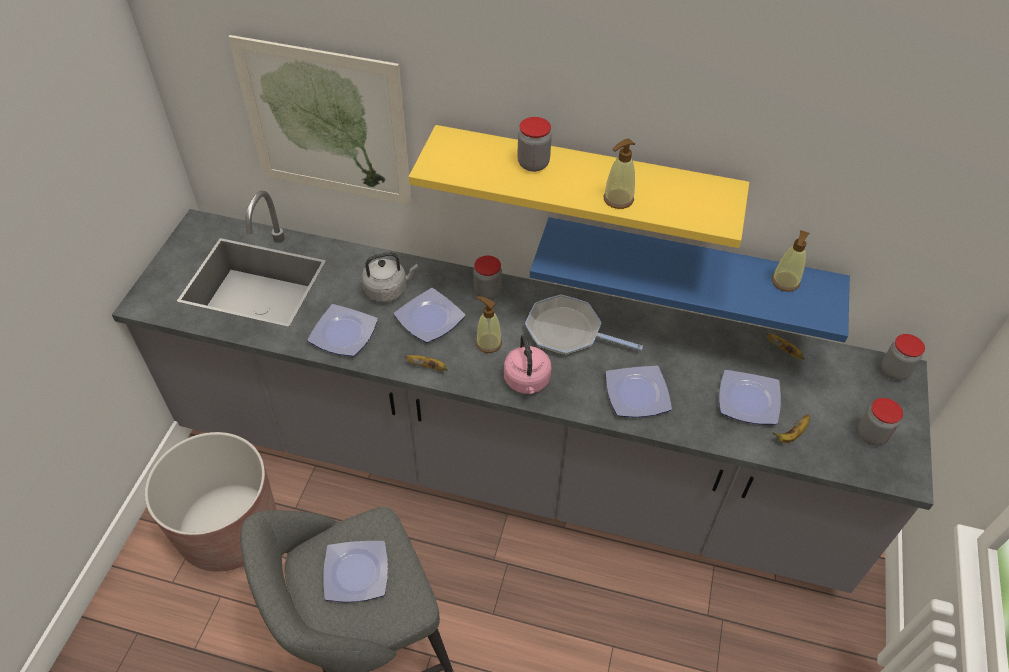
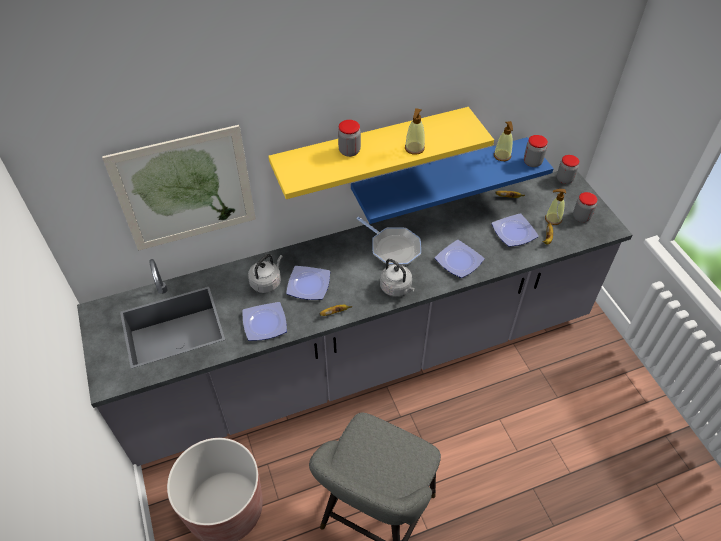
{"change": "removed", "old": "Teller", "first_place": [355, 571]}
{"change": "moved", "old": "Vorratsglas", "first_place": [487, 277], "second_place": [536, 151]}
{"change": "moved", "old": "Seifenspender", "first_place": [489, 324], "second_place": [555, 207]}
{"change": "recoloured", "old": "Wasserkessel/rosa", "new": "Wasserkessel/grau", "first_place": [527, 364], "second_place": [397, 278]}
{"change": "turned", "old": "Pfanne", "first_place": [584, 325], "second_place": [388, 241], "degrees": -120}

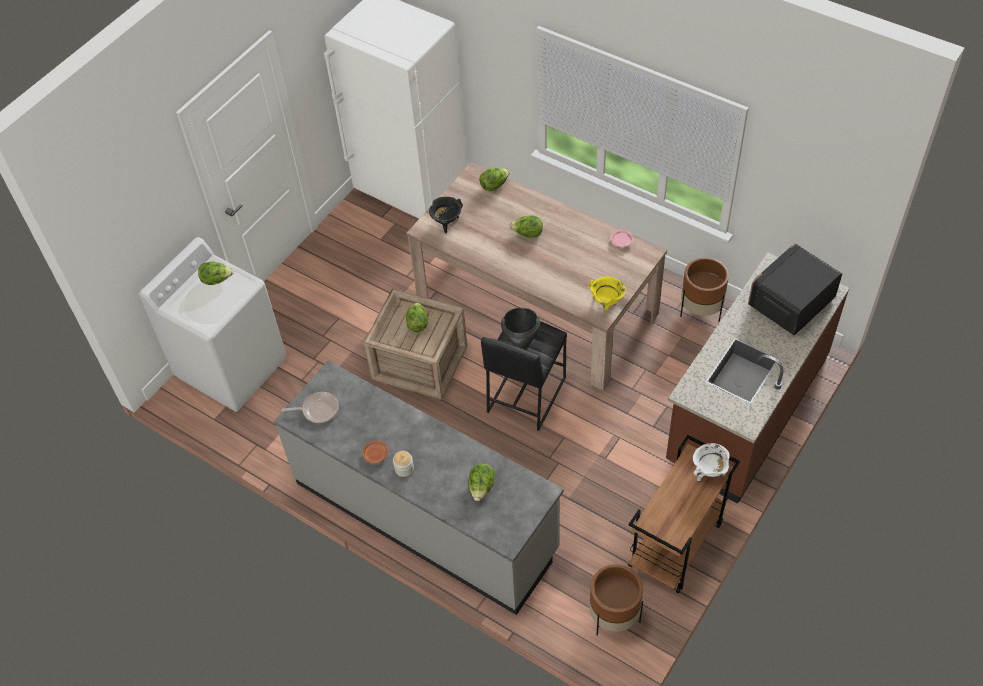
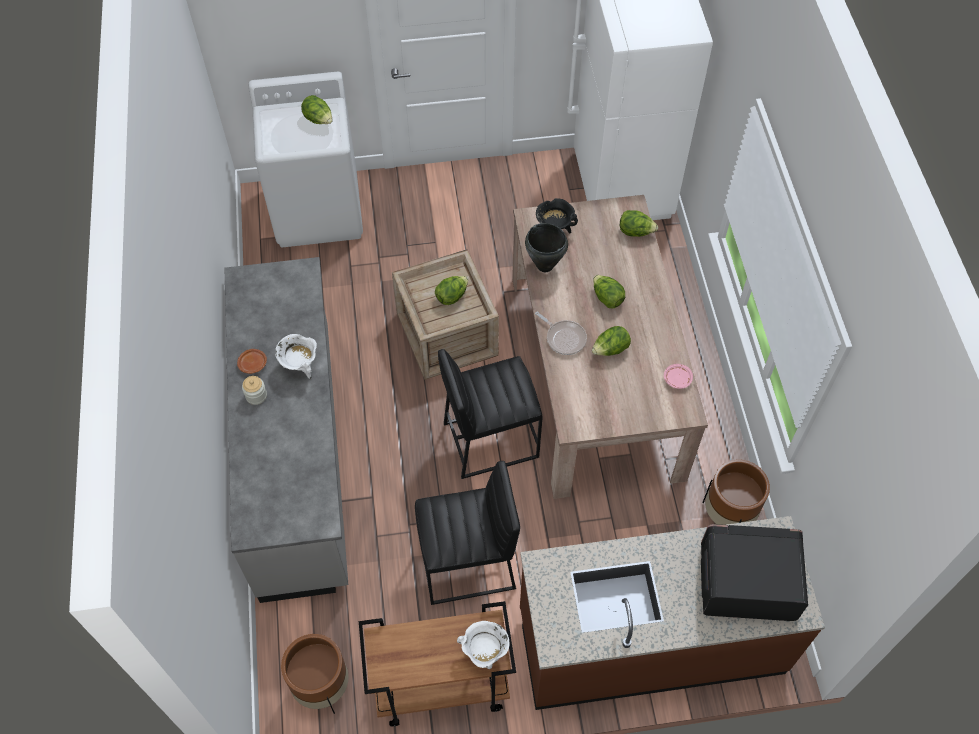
{"change": "moved", "old": "Pfanne", "first_place": [310, 407], "second_place": [561, 333]}
{"change": "moved", "old": "Salatkopf", "first_place": [481, 482], "second_place": [611, 341]}
{"change": "moved", "old": "Kochtopf/schwarz", "first_place": [520, 328], "second_place": [546, 247]}
{"change": "removed", "old": "Kochtopf/gelb", "first_place": [607, 293]}
{"change": "added", "new": "Kochtopf/weiß", "second_place": [296, 356]}
{"change": "added", "new": "Hocker/schwarz", "second_place": [467, 533]}

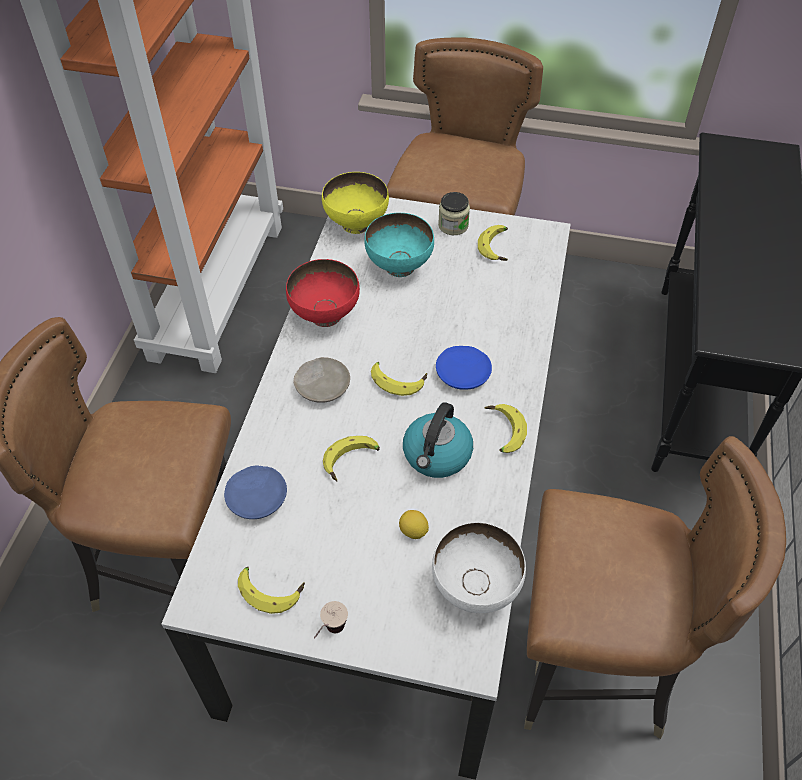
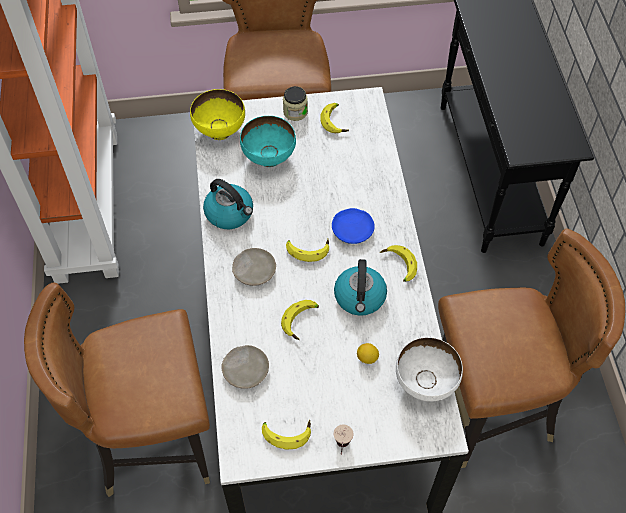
{"change": "recoloured", "old": "Teller/blau", "new": "Teller/beige", "first_place": [255, 492], "second_place": [245, 367]}
{"change": "replaced", "old": "Schüssel/rot", "new": "Wasserkessel", "first_place": [323, 293], "second_place": [228, 204]}

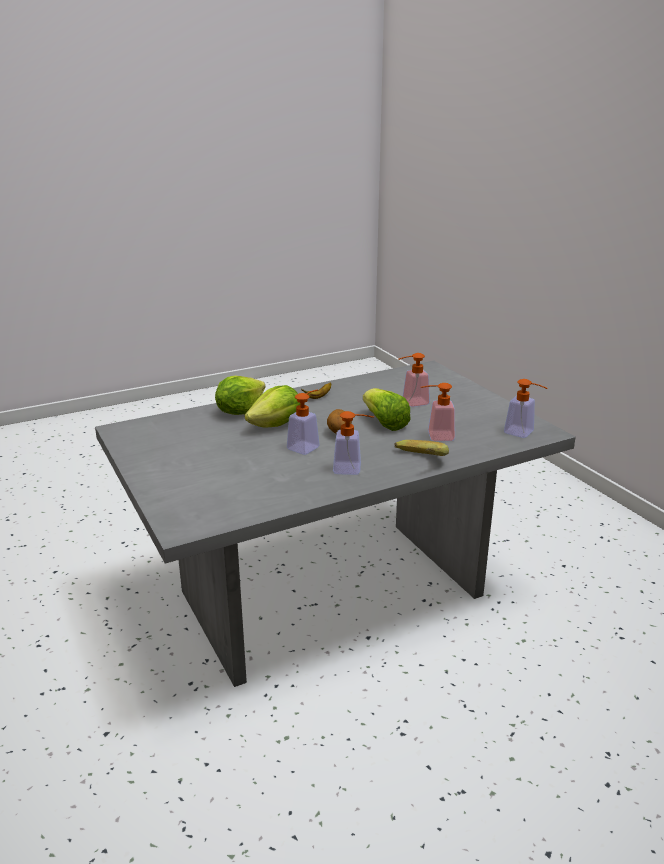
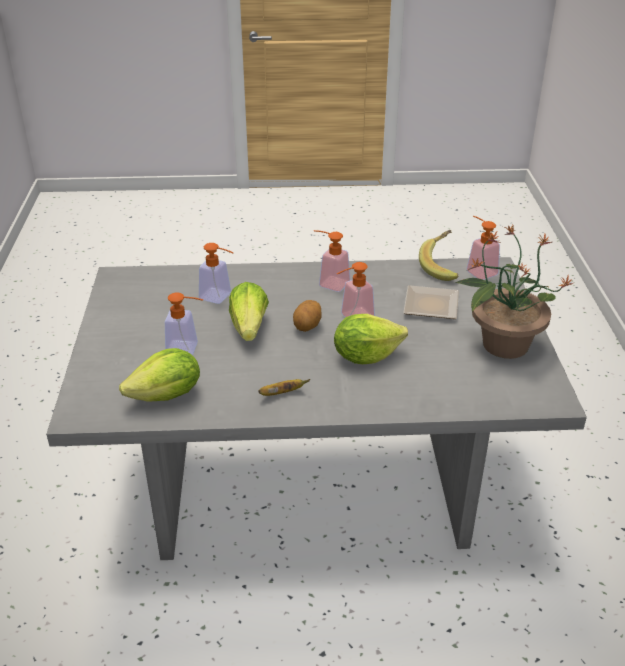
{"change": "moved", "old": "Salatkopf", "first_place": [240, 395], "second_place": [159, 375]}
{"change": "moved", "old": "Banane", "first_place": [421, 448], "second_place": [439, 255]}
{"change": "moved", "old": "Seifenspender", "first_place": [526, 408], "second_place": [483, 248]}
{"change": "added", "new": "Teller", "second_place": [431, 302]}
{"change": "added", "new": "Topfpflanze", "second_place": [514, 291]}

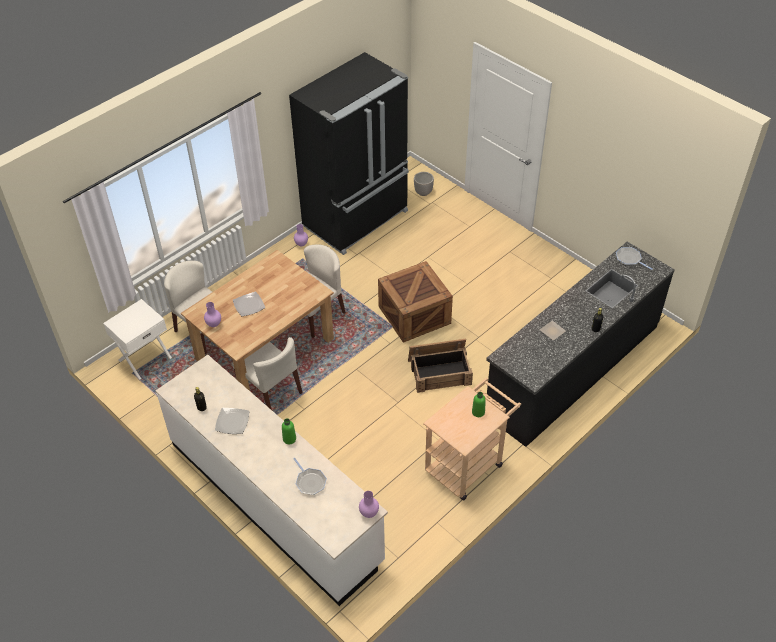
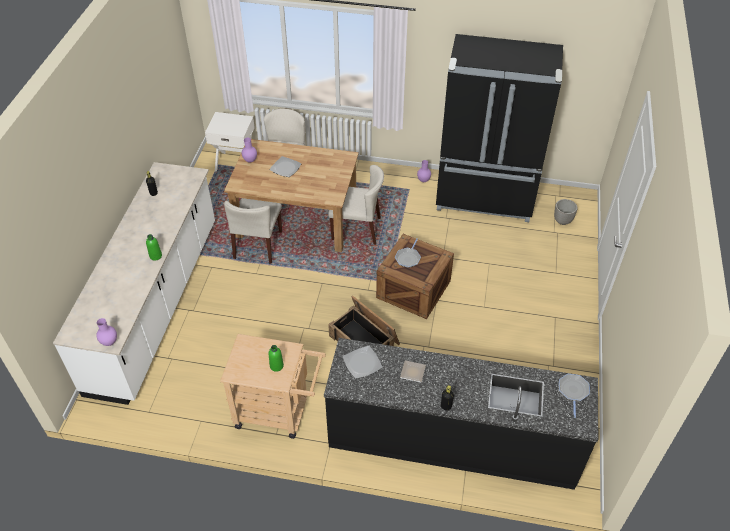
{"change": "moved", "old": "Teller", "first_place": [232, 421], "second_place": [362, 362]}
{"change": "moved", "old": "Pfanne", "first_place": [310, 476], "second_place": [408, 253]}

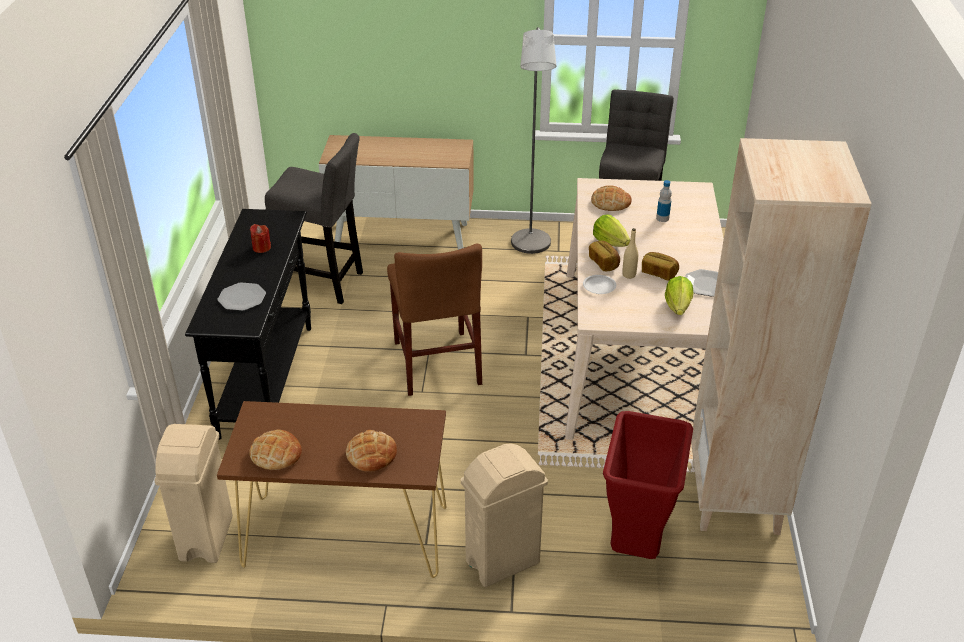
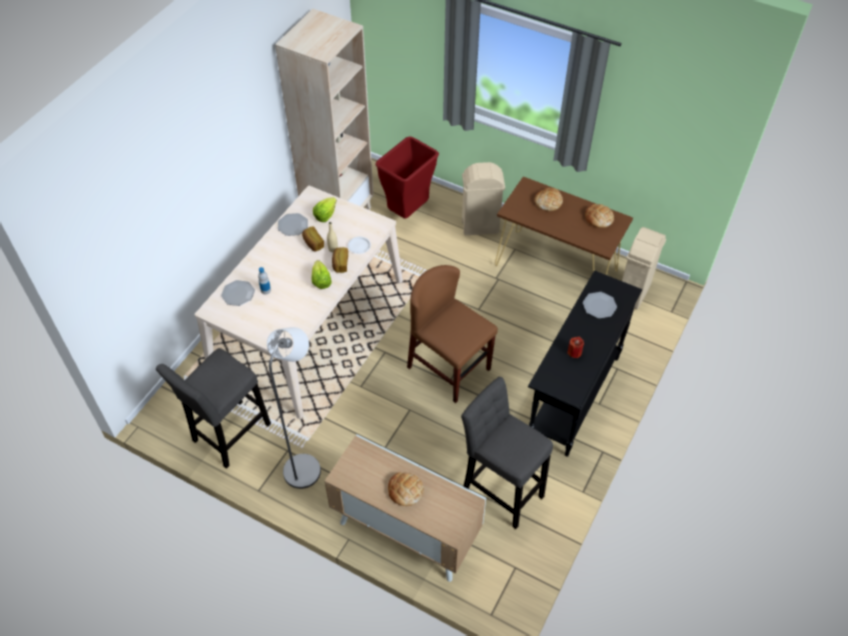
{"change": "turned", "old": "Stuhl/braun", "first_place": [434, 320], "second_place": [452, 334], "degrees": -60}
{"change": "moved", "old": "Brot", "first_place": [611, 198], "second_place": [406, 489]}
{"change": "added", "new": "Teller", "second_place": [238, 293]}

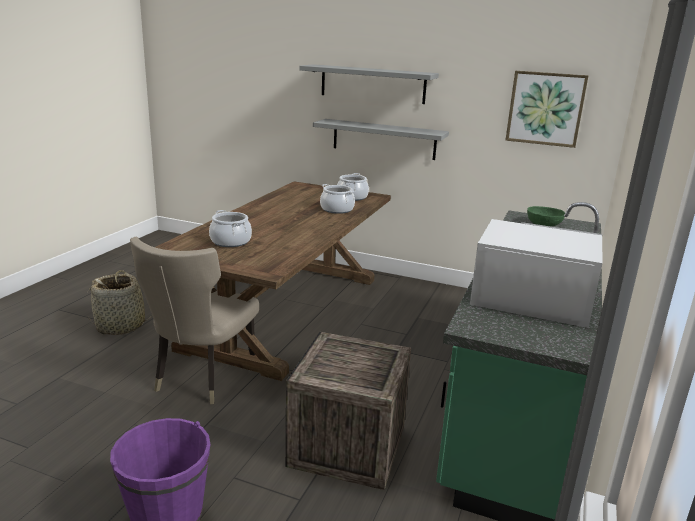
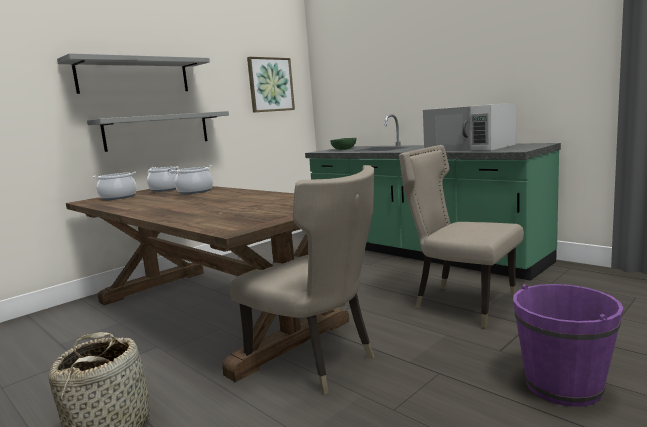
{"change": "moved", "old": "Kochtopf", "first_place": [230, 228], "second_place": [115, 186]}
{"change": "replaced", "old": "Kiste", "new": "Stuhl/beige", "first_place": [348, 411], "second_place": [461, 236]}
{"change": "turned", "old": "Mikrowelle/weiß", "first_place": [536, 273], "second_place": [469, 127], "degrees": -90}

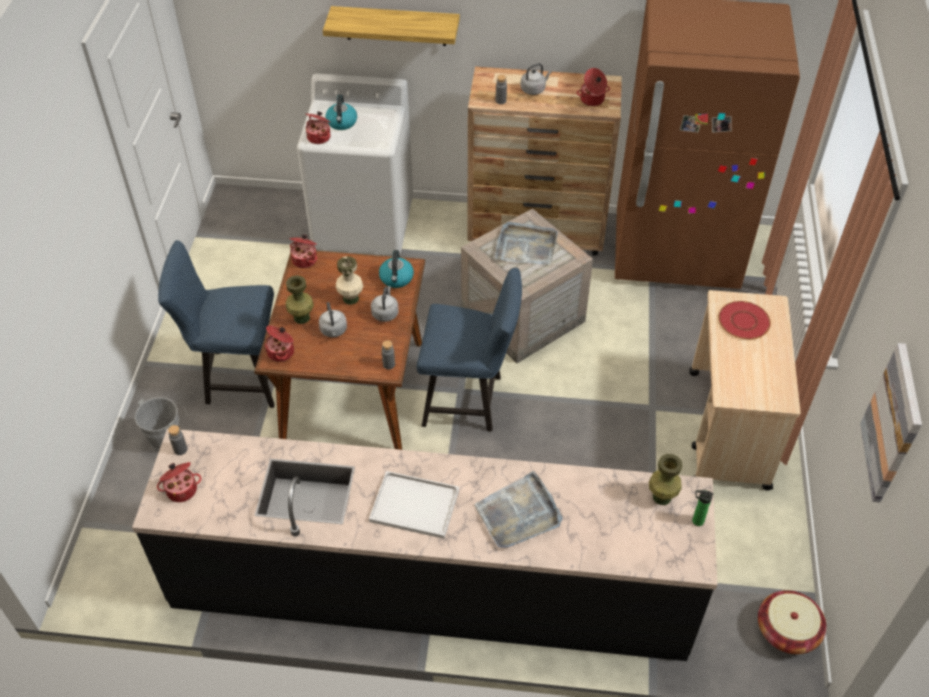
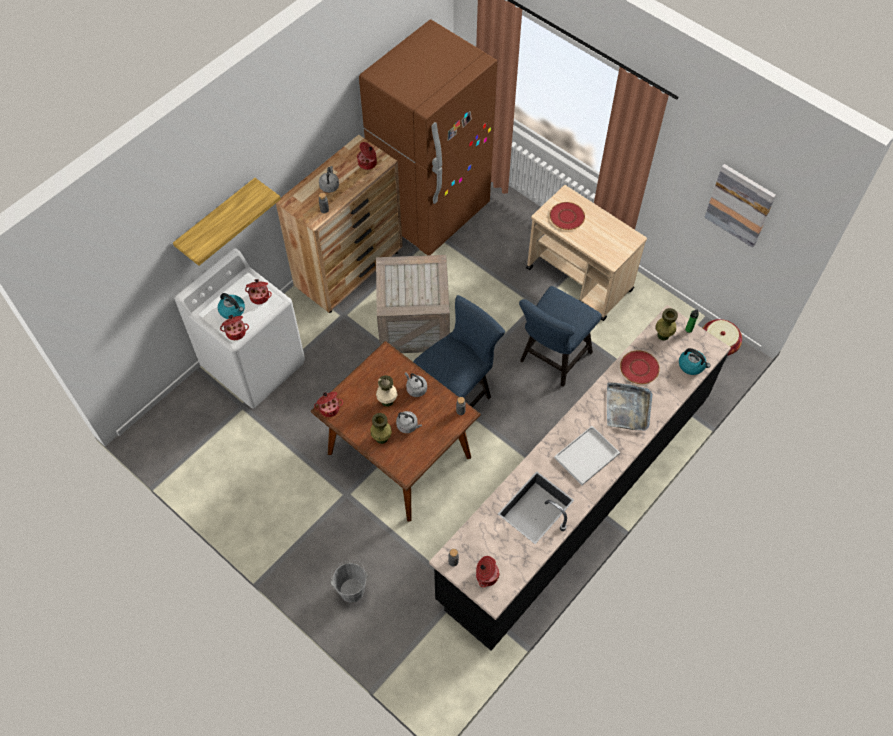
{"change": "moved", "old": "Stuhl/blau", "first_place": [216, 324], "second_place": [560, 336]}
{"change": "moved", "old": "Kochtopf", "first_place": [279, 344], "second_place": [258, 291]}
{"change": "moved", "old": "Wasserkessel", "first_place": [396, 269], "second_place": [694, 361]}
{"change": "removed", "old": "Tablett/grau", "first_place": [526, 243]}
{"change": "added", "new": "Teller/rot", "second_place": [640, 367]}

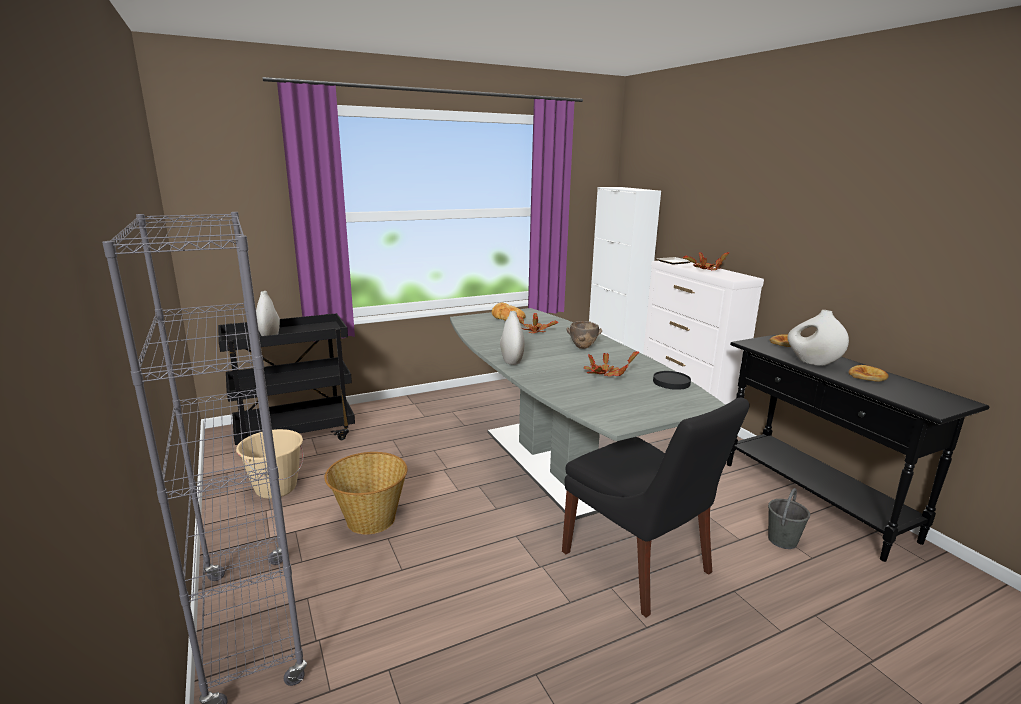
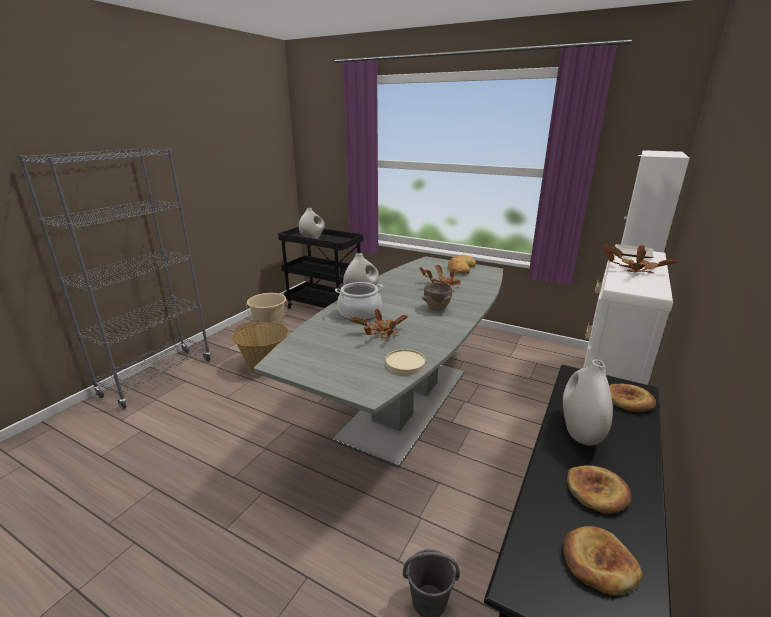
{"change": "removed", "old": "Stuhl/schwarz", "first_place": [656, 508]}
{"change": "recoloured", "old": "Teller/schwarz", "new": "Teller/beige", "first_place": [672, 380], "second_place": [405, 362]}
{"change": "added", "new": "Kochtopf", "second_place": [359, 301]}
{"change": "added", "new": "Brot", "second_place": [603, 560]}

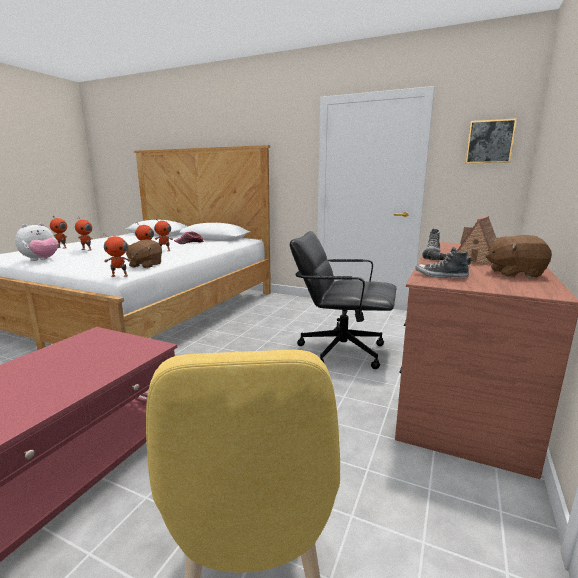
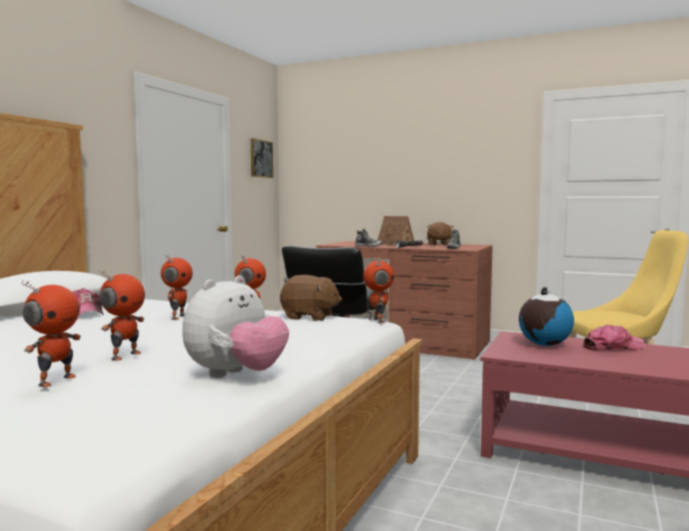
{"change": "turned", "old": "Plüschtier", "first_place": [37, 242], "second_place": [236, 326], "degrees": 90}
{"change": "added", "new": "Globus", "second_place": [546, 316]}
{"change": "added", "new": "Kappe", "second_place": [614, 338]}

